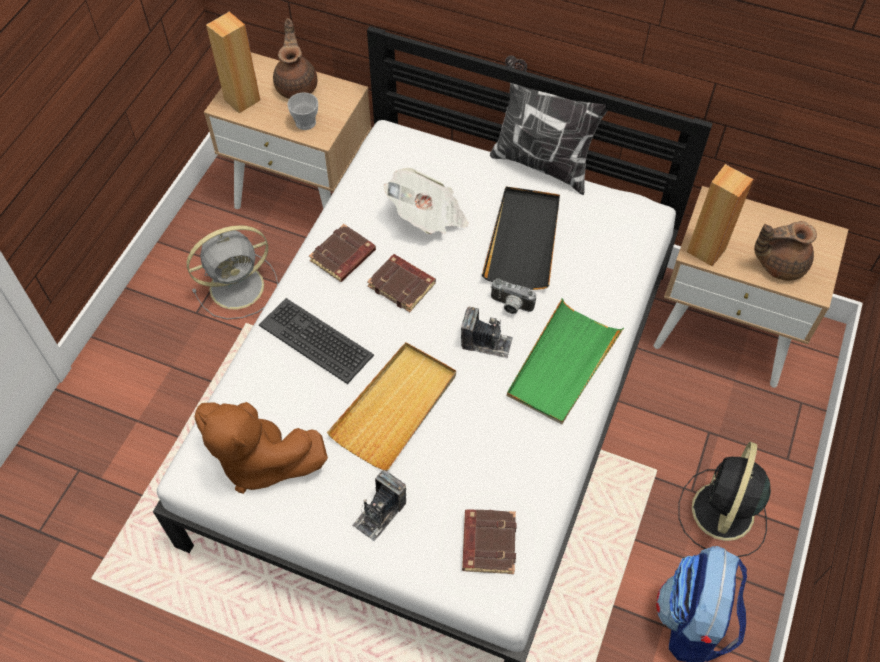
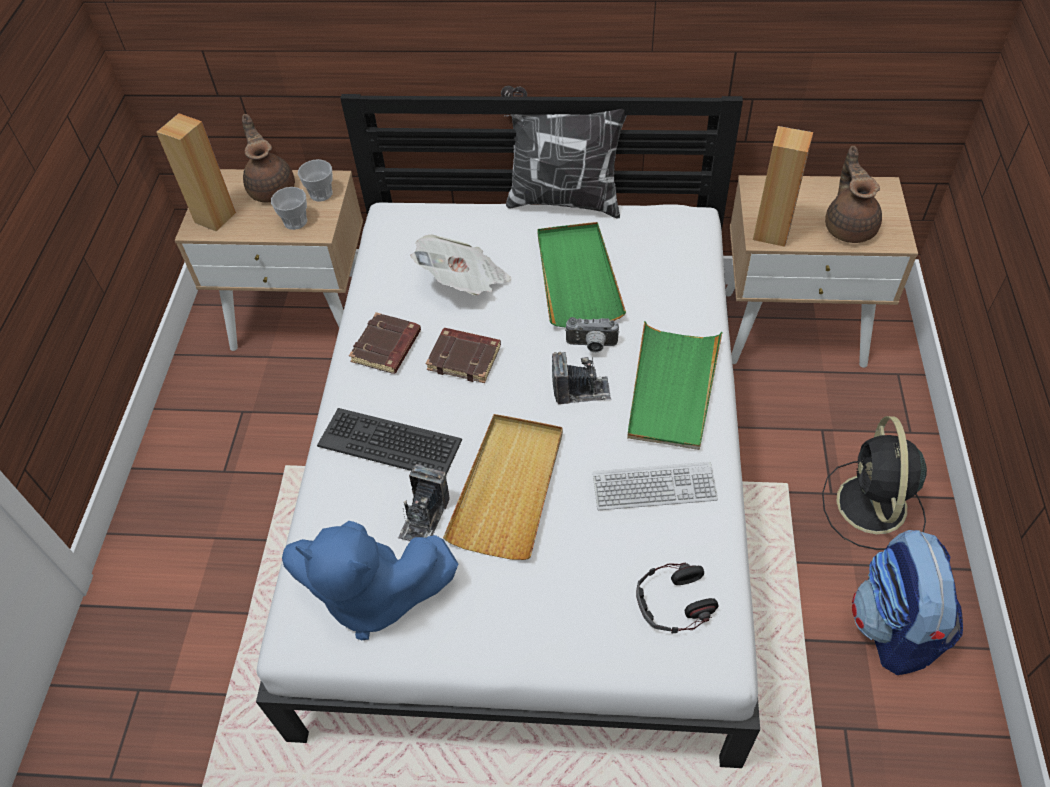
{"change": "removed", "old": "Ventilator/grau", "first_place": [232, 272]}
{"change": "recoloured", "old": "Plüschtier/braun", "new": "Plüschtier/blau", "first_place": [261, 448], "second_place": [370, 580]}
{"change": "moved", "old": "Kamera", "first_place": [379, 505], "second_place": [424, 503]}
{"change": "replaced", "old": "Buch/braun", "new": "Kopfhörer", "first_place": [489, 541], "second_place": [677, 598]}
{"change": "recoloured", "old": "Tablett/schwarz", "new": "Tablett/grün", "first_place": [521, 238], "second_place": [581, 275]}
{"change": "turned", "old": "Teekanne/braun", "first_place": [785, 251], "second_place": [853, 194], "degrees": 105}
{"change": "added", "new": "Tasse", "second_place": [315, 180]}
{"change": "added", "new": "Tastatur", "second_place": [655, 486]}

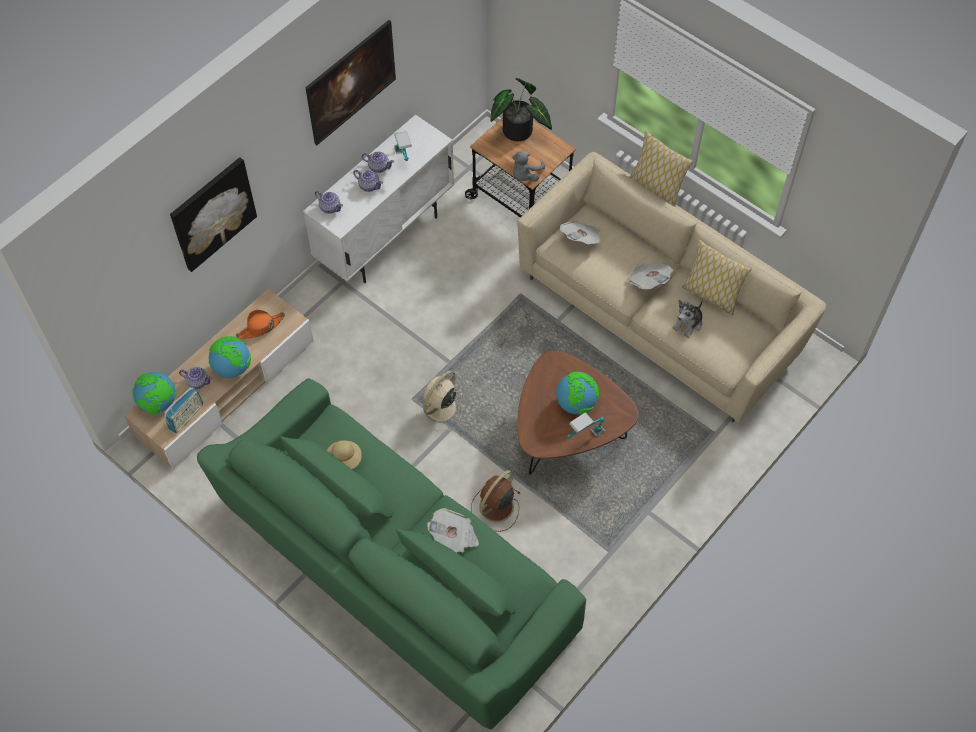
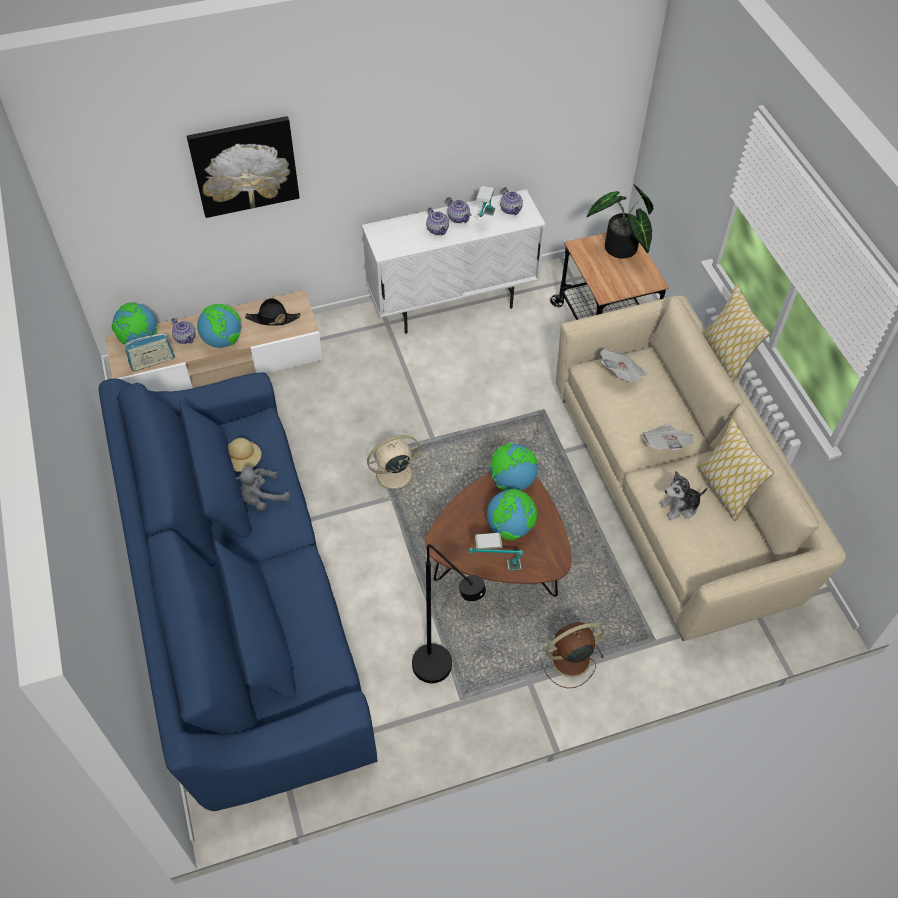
{"change": "recoloured", "old": "Sofa/grün", "new": "Sofa/blau", "first_place": [391, 553], "second_place": [238, 591]}
{"change": "recoloured", "old": "Hut/orange", "new": "Hut/schwarz", "first_place": [260, 324], "second_place": [272, 312]}
{"change": "removed", "old": "Bild", "first_place": [350, 82]}
{"change": "moved", "old": "Teekanne", "first_place": [329, 202], "second_place": [511, 201]}
{"change": "removed", "old": "Zeitung", "first_place": [453, 530]}
{"change": "moved", "old": "Ventilator/braun", "first_place": [495, 501], "second_place": [572, 655]}
{"change": "moved", "old": "Plüschtier/grau", "first_place": [528, 166], "second_place": [263, 489]}
{"change": "added", "new": "Stehlampe/schwarz", "second_place": [449, 613]}
{"change": "added", "new": "Globus", "second_place": [514, 467]}

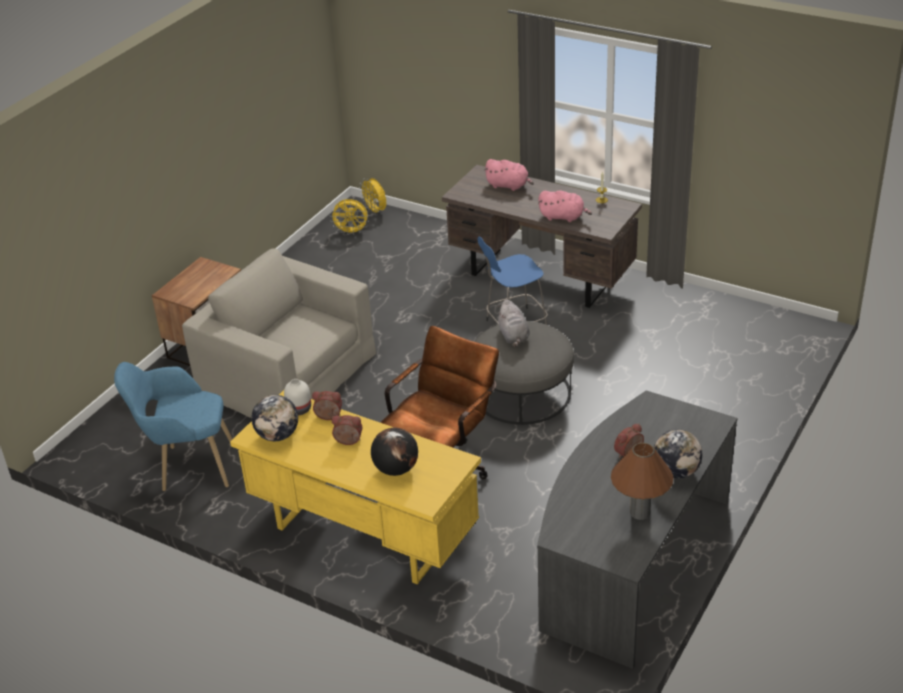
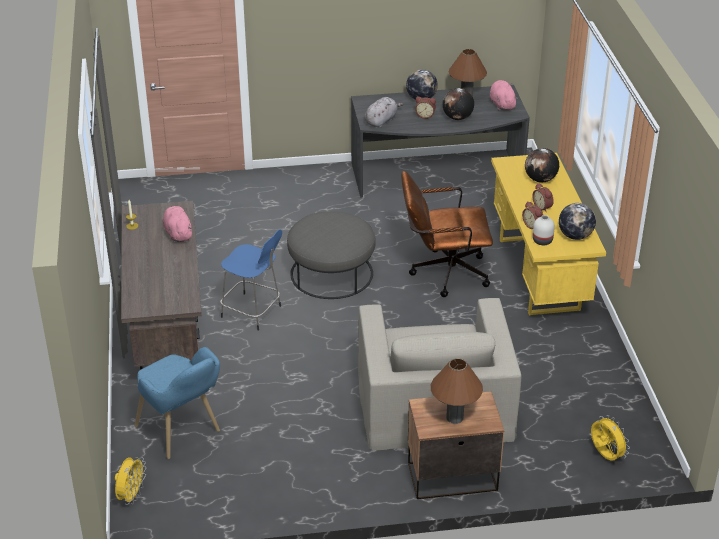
{"change": "moved", "old": "Sessel/blau", "first_place": [173, 426], "second_place": [177, 403]}
{"change": "moved", "old": "Ventilator/gelb", "first_place": [349, 217], "second_place": [610, 438]}
{"change": "moved", "old": "Plüschtier/rosa", "first_place": [509, 175], "second_place": [504, 95]}
{"change": "moved", "old": "Plüschtier/grau", "first_place": [514, 323], "second_place": [384, 112]}
{"change": "added", "new": "Tischlampe/braun", "second_place": [457, 391]}
{"change": "added", "new": "Globus", "second_place": [458, 104]}

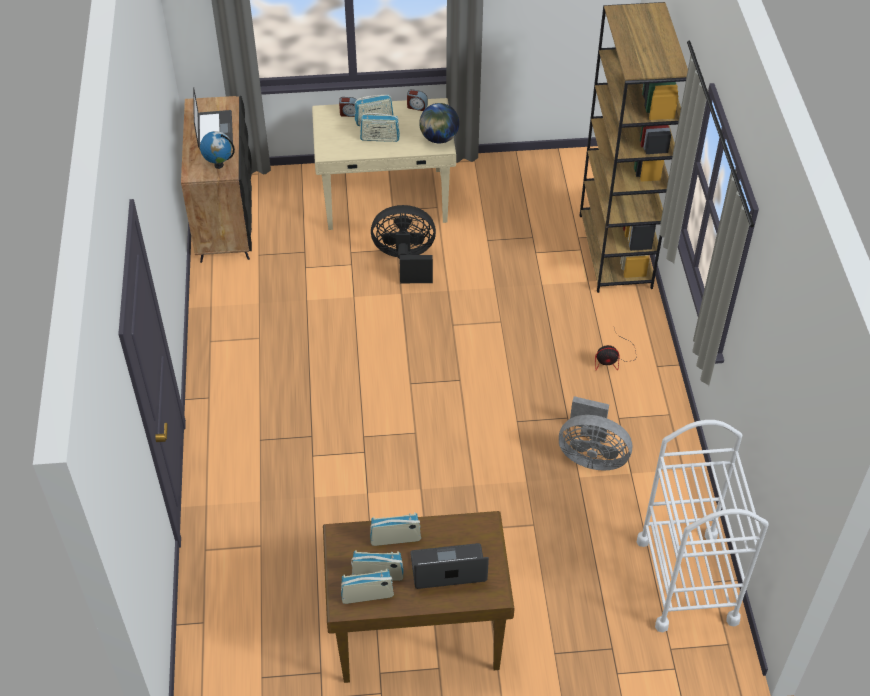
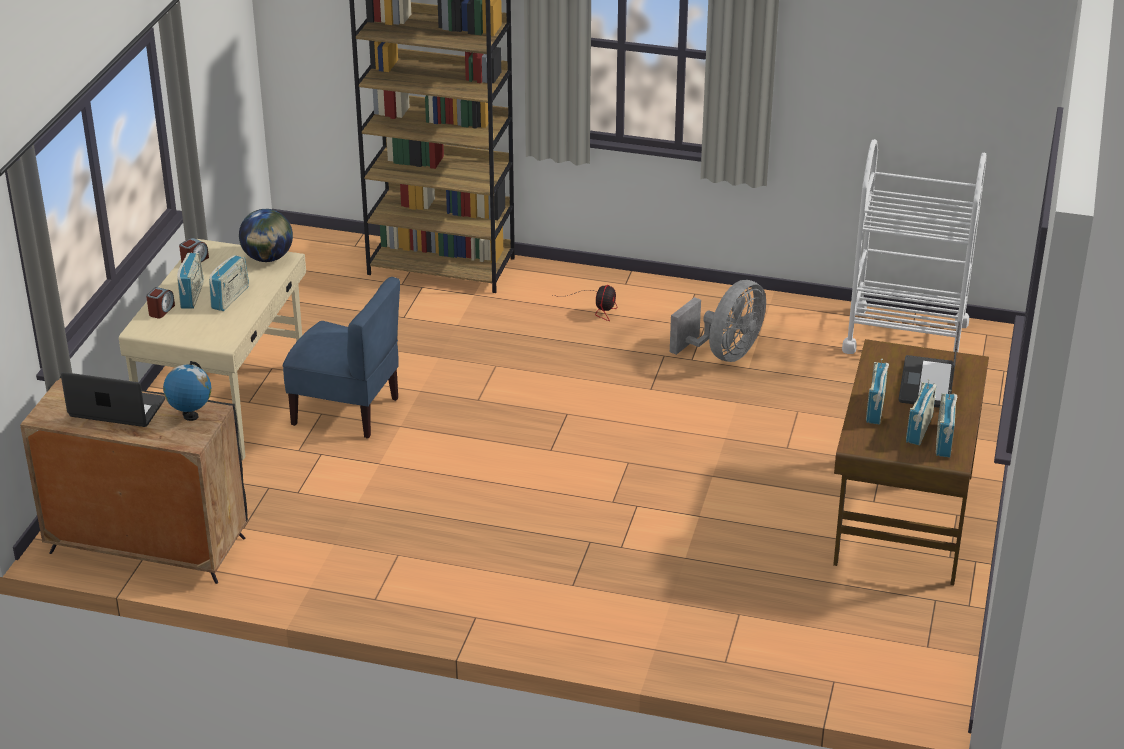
{"change": "replaced", "old": "Ventilator/schwarz", "new": "Stuhl/blau", "first_place": [403, 244], "second_place": [341, 357]}

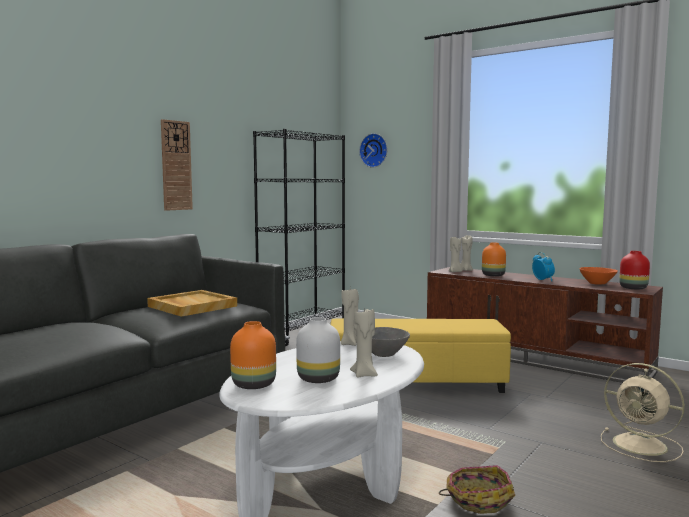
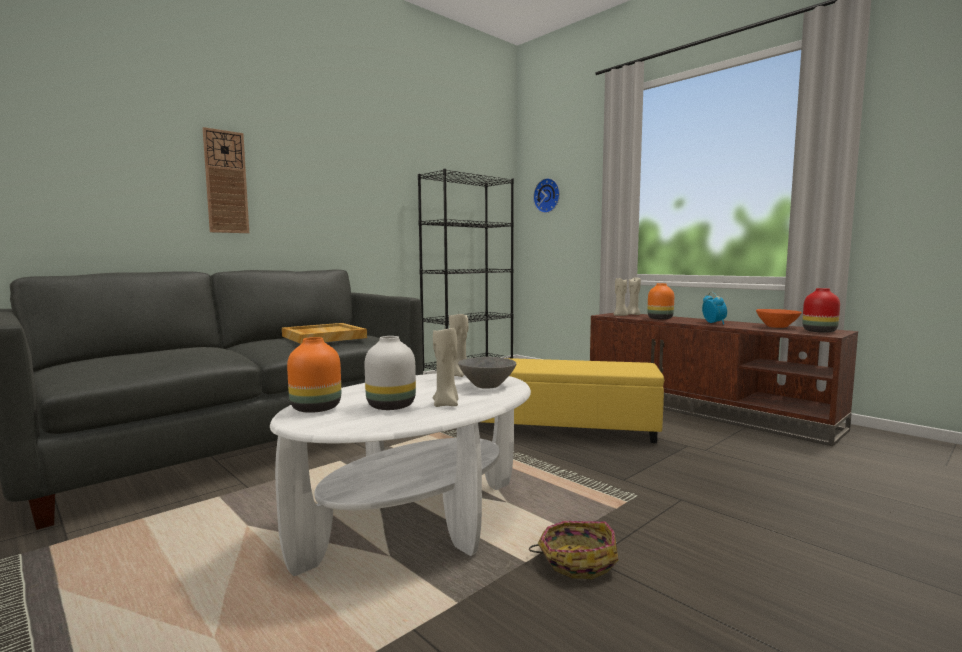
{"change": "moved", "old": "Wanduhr", "first_place": [177, 165], "second_place": [226, 180]}
{"change": "removed", "old": "Ventilator/beige", "first_place": [643, 412]}

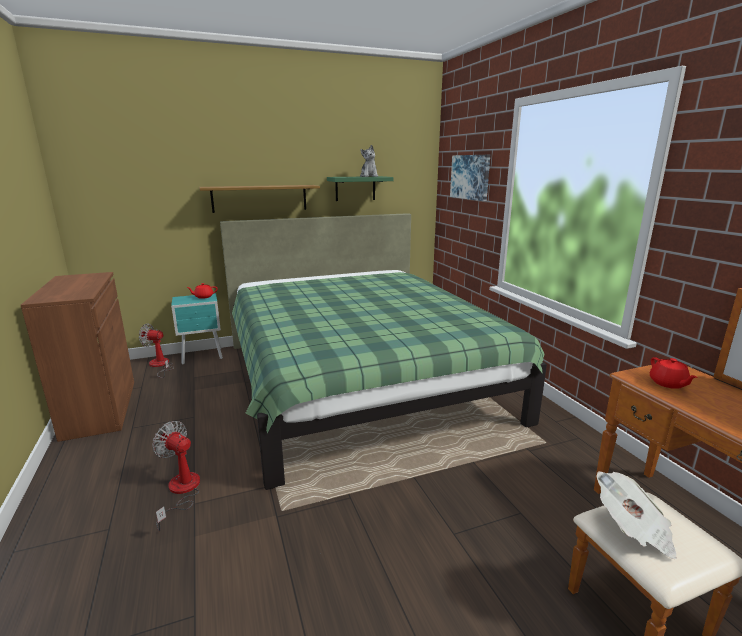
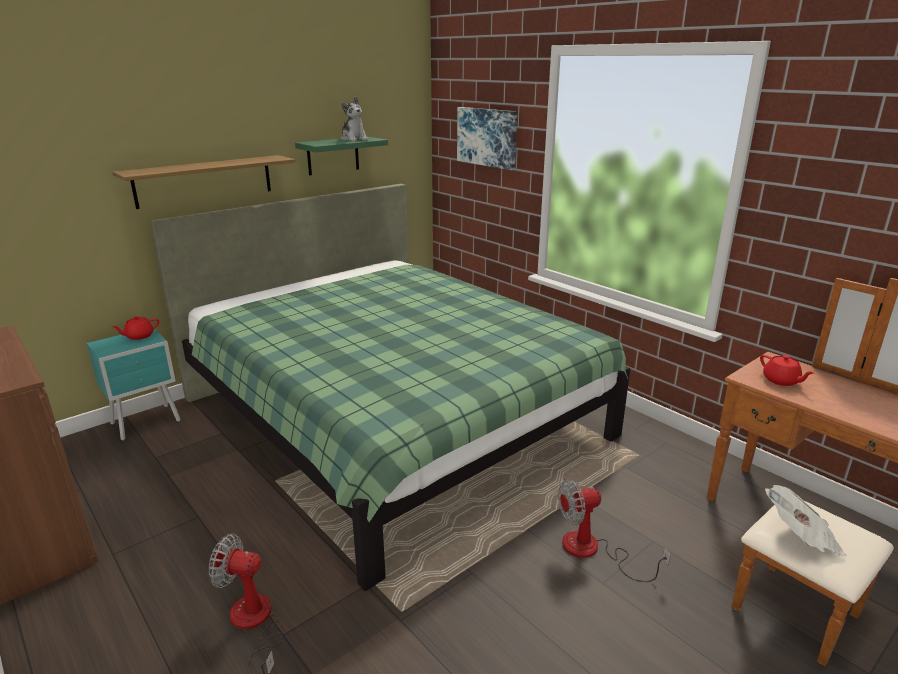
{"change": "moved", "old": "Ventilator", "first_place": [156, 351], "second_place": [614, 530]}

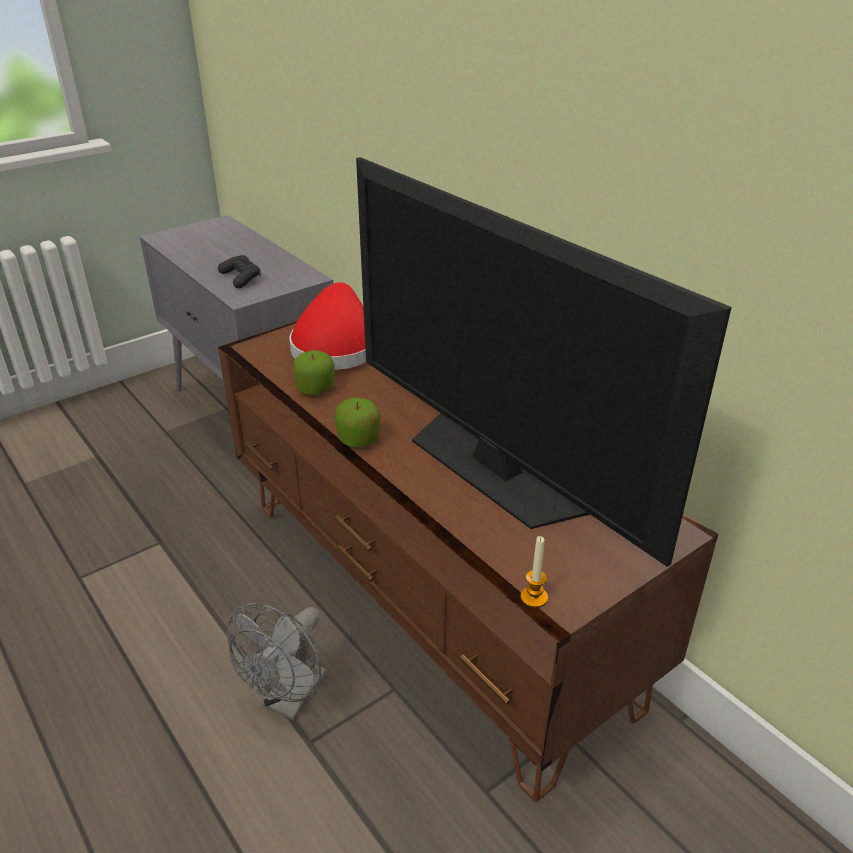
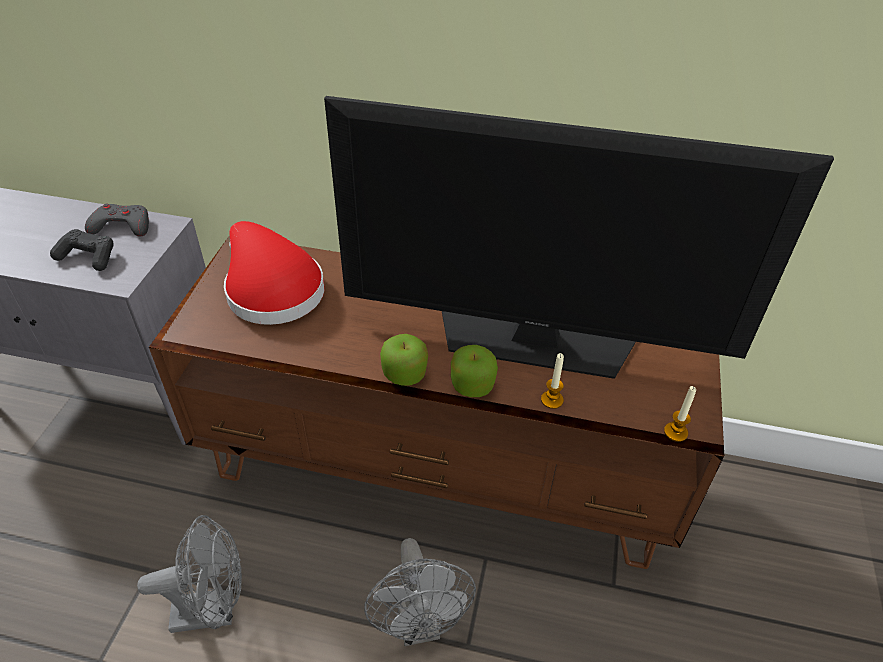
{"change": "moved", "old": "Apfel", "first_place": [314, 372], "second_place": [474, 371]}
{"change": "added", "new": "Gamepad/grau", "second_place": [117, 220]}
{"change": "added", "new": "Ventilator/grau", "second_place": [189, 574]}
{"change": "added", "new": "Kerze", "second_place": [552, 381]}

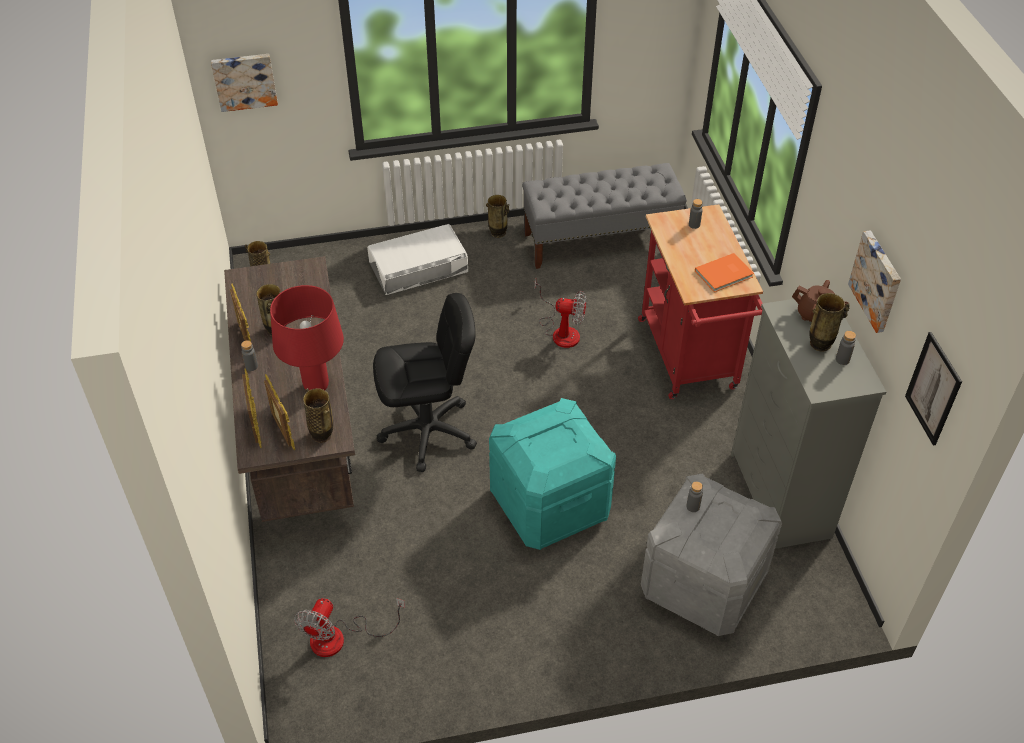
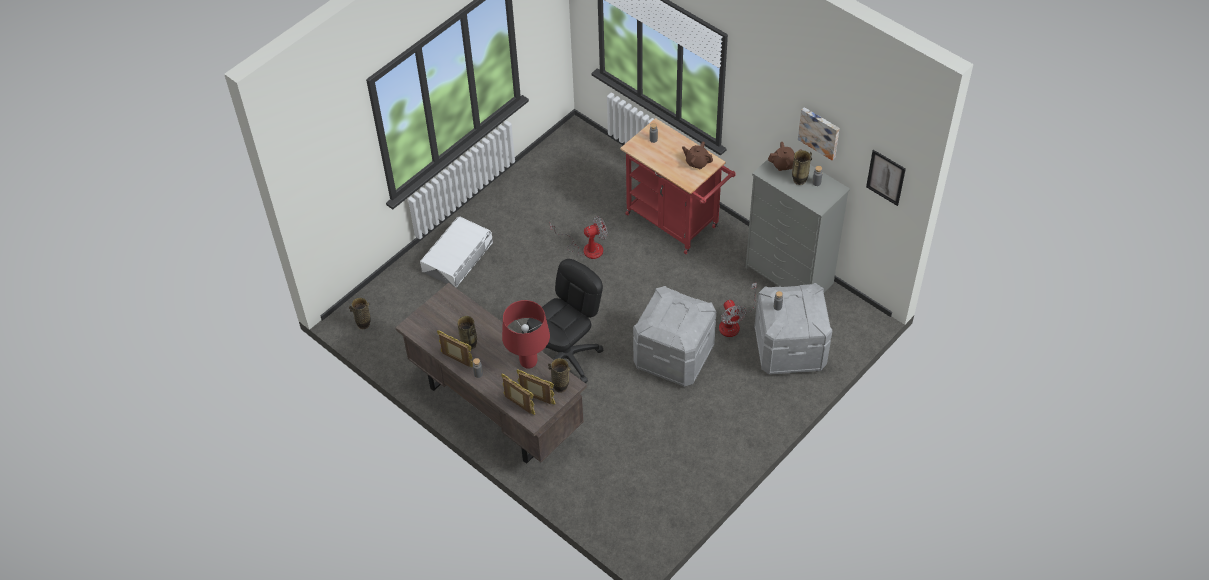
{"change": "removed", "old": "Bild", "first_place": [244, 83]}
{"change": "moved", "old": "Ventilator", "first_place": [349, 627], "second_place": [738, 310]}
{"change": "removed", "old": "Vase", "first_place": [497, 216]}
{"change": "recoloured", "old": "Aufbewahrungsbox/türkis", "new": "Aufbewahrungsbox/grau", "first_place": [552, 474], "second_place": [674, 336]}
{"change": "removed", "old": "Bank/grau", "first_place": [604, 216]}
{"change": "replaced", "old": "Buch/orange", "new": "Teekanne/braun", "first_place": [724, 272], "second_place": [697, 155]}

